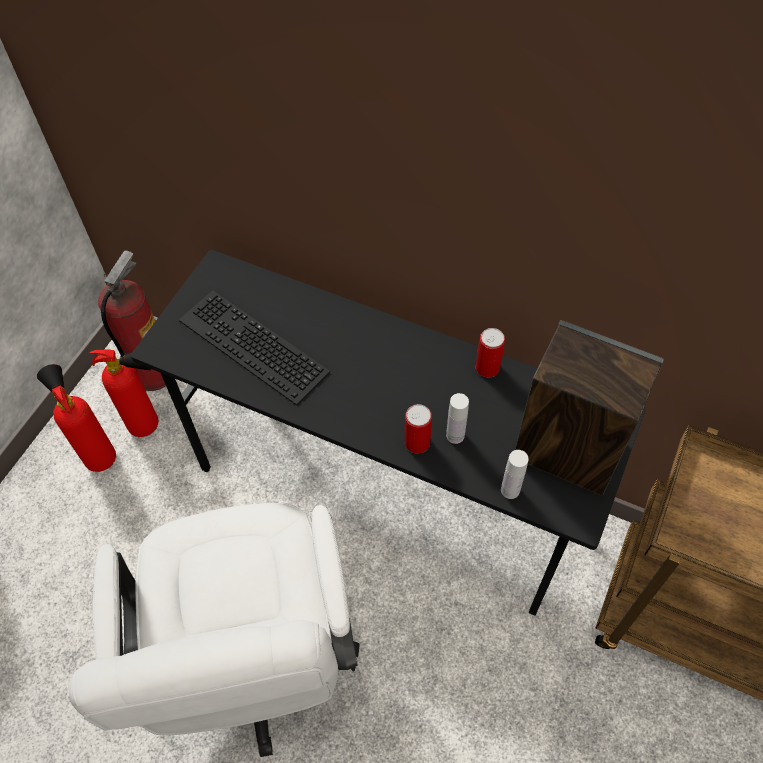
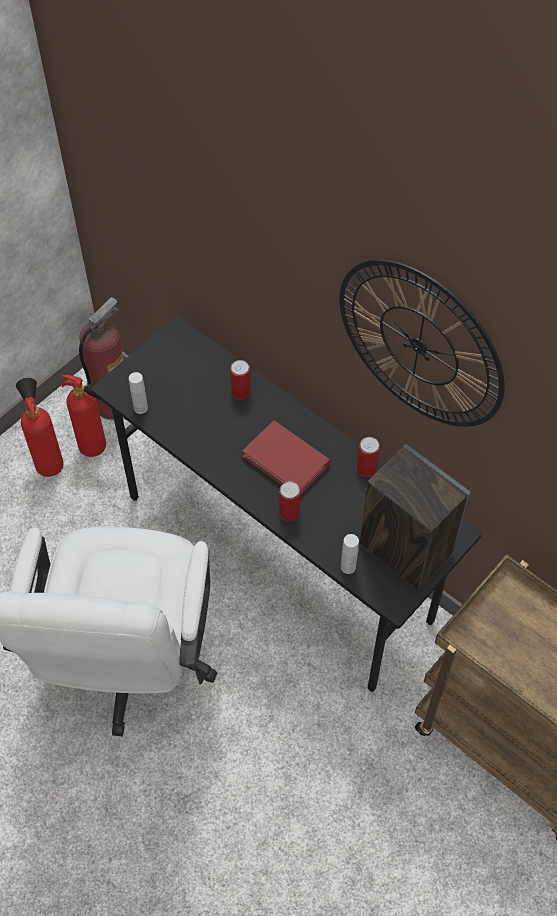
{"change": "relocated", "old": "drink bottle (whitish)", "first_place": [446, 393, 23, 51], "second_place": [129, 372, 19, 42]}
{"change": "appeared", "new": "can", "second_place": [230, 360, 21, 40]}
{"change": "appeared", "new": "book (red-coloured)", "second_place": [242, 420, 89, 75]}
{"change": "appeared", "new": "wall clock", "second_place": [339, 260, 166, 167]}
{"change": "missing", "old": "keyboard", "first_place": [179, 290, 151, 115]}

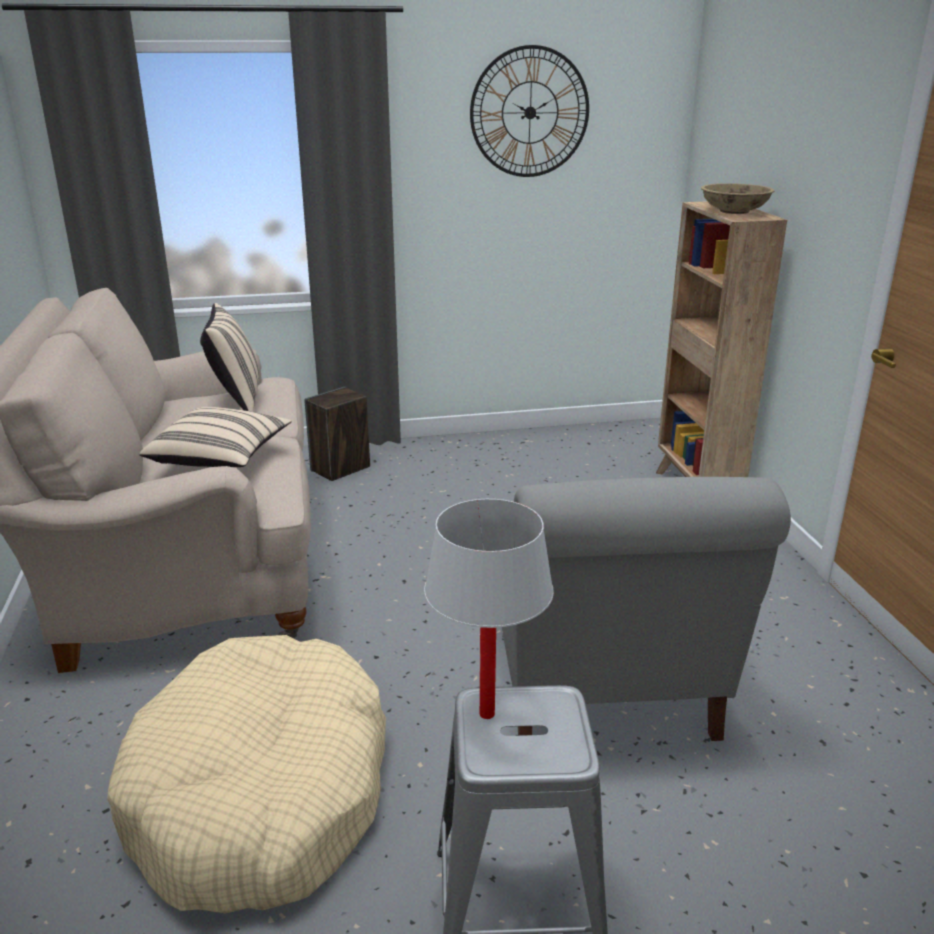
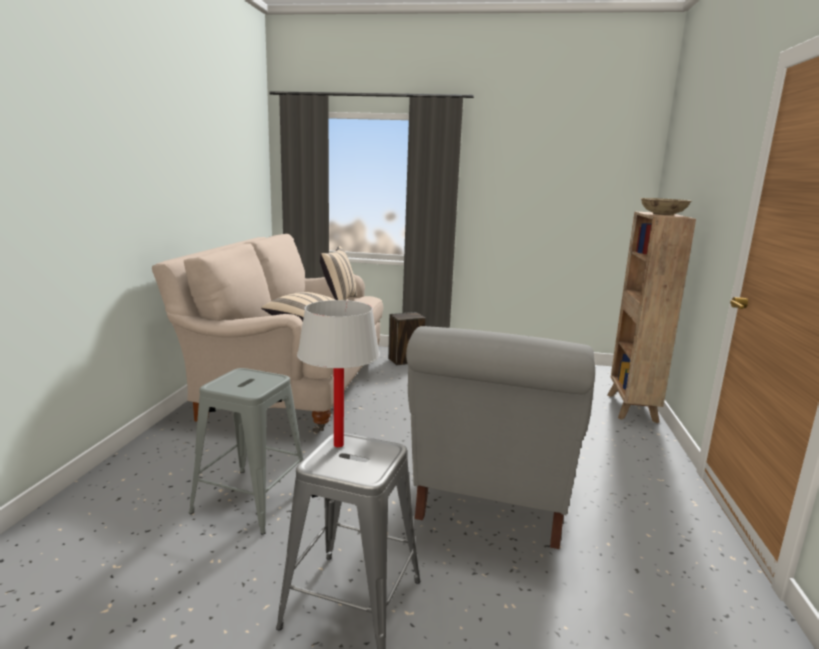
{"change": "exchanged", "old": "dog bed (beige)", "new": "stool (greyish)", "first_place": [107, 635, 279, 279], "second_place": [189, 368, 114, 166]}
{"change": "missing", "old": "wall clock", "first_place": [470, 45, 119, 132]}

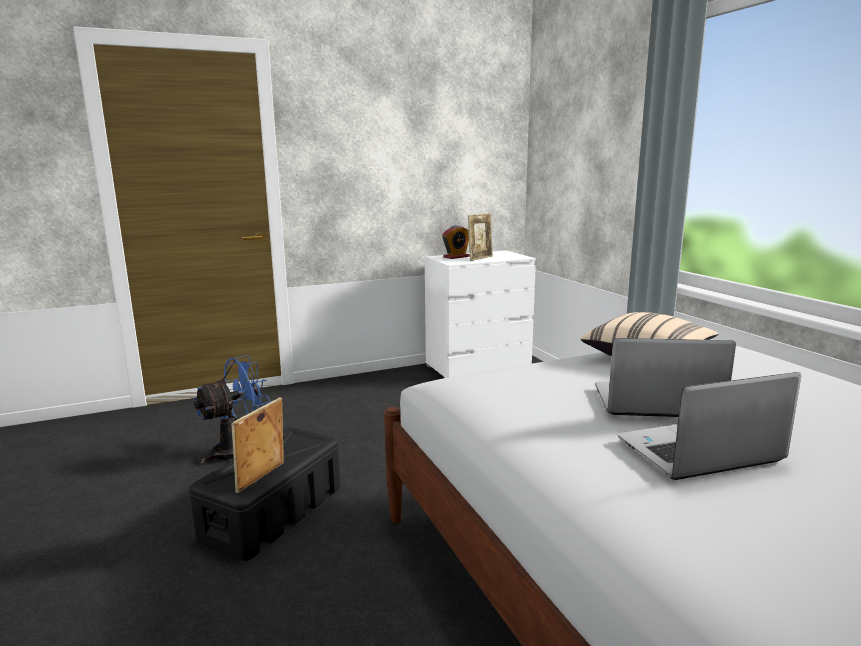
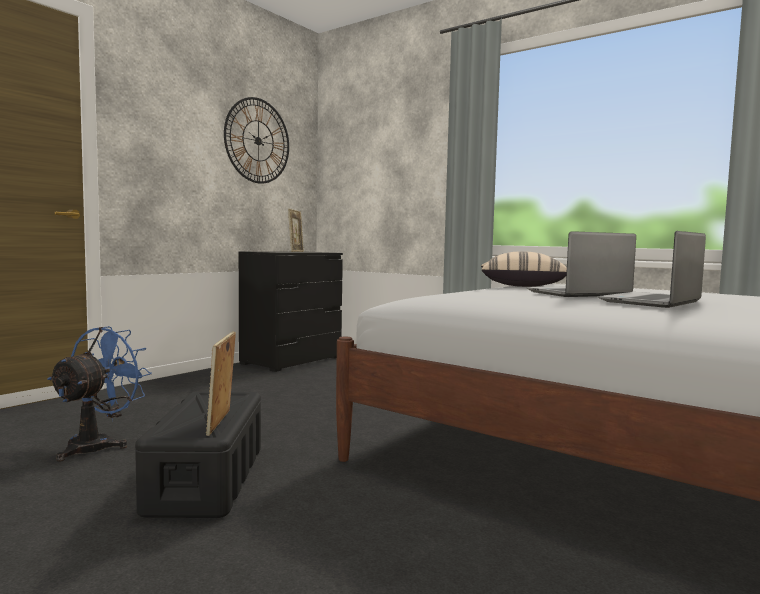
{"change": "appeared", "new": "wall clock", "second_place": [224, 97, 65, 87]}
{"change": "colour", "old": "drawer chest (whitish)", "new": "drawer chest (black)", "first_place": [425, 250, 111, 128], "second_place": [239, 251, 104, 121]}
{"change": "missing", "old": "bedside clock", "first_place": [442, 225, 28, 34]}

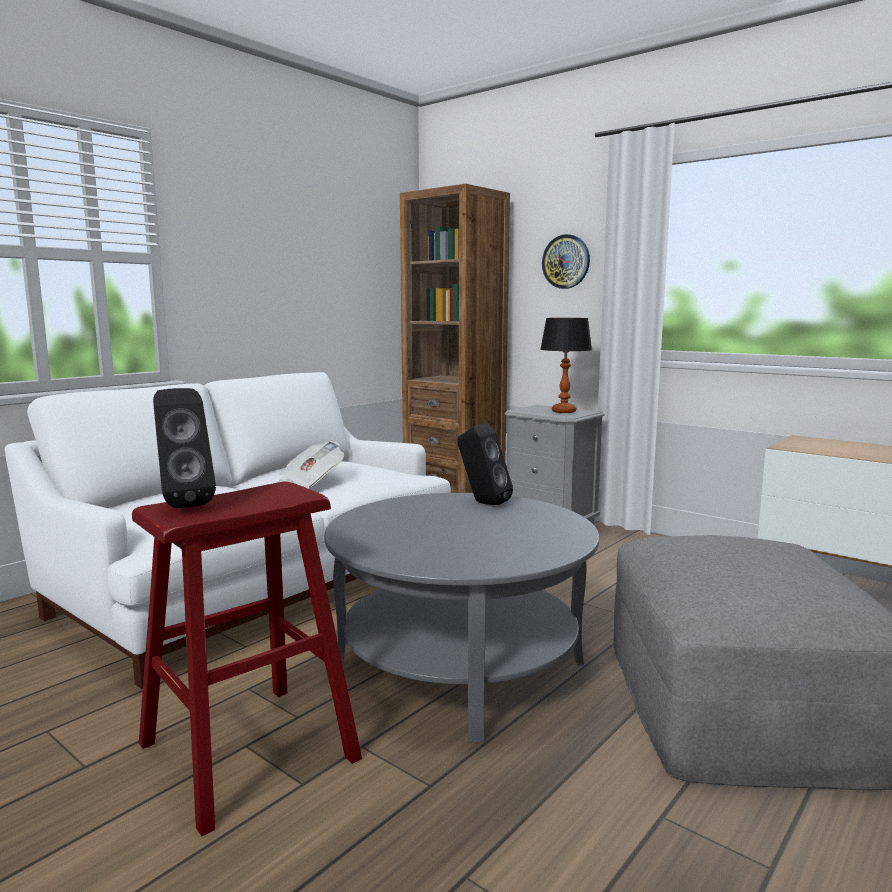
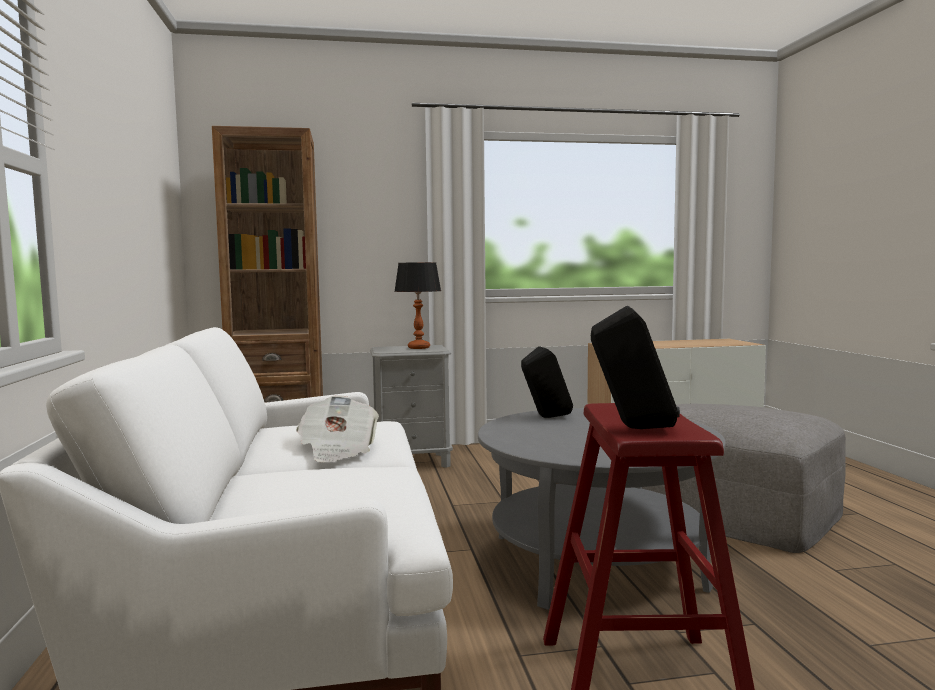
{"change": "missing", "old": "wall clock", "first_place": [542, 234, 48, 55]}

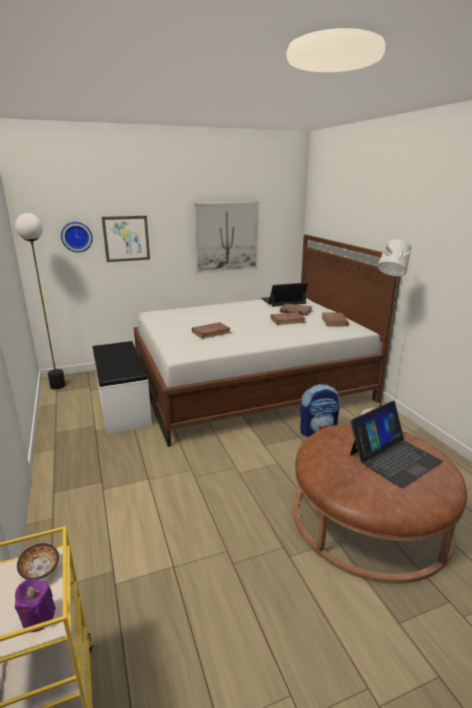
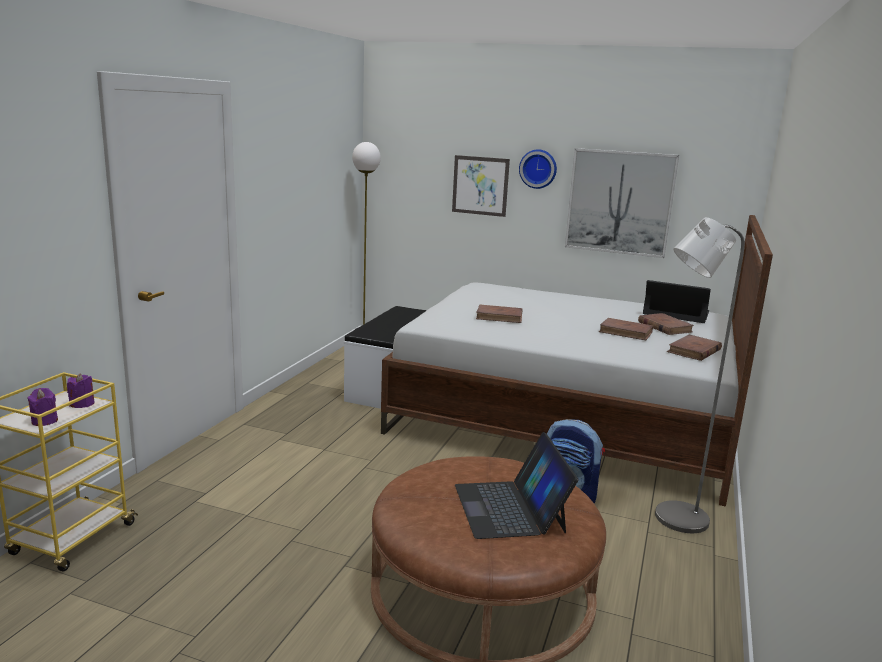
{"change": "exchanged", "old": "bowl", "new": "wax light (purple-coloured)", "first_place": [17, 543, 42, 37], "second_place": [67, 373, 28, 35]}
{"change": "spun", "old": "laptop", "first_place": [350, 401, 93, 87], "second_place": [455, 432, 123, 107], "degrees": 75}
{"change": "relocated", "old": "wall clock", "first_place": [61, 222, 32, 30], "second_place": [519, 149, 38, 40]}

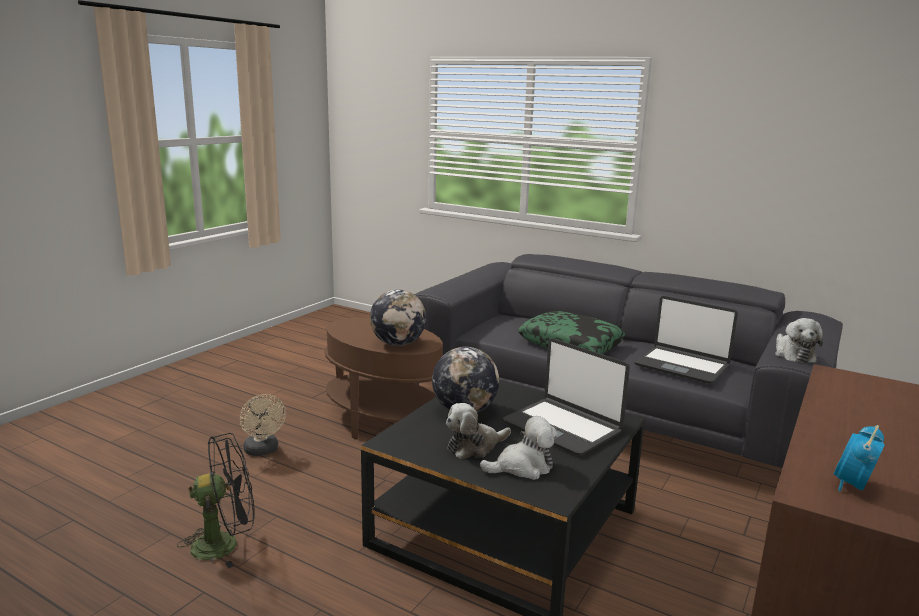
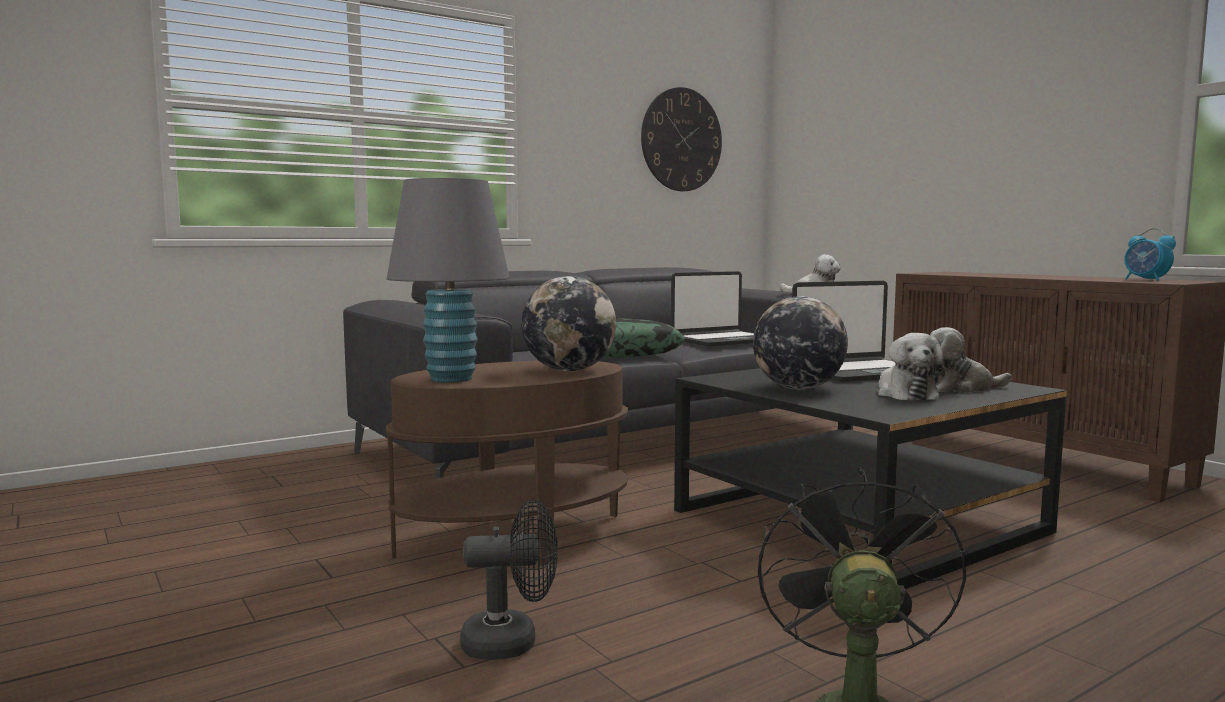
{"change": "appeared", "new": "lamp for a table (greyish)", "second_place": [387, 178, 122, 205]}
{"change": "colour", "old": "electric fan (beige)", "new": "electric fan (black)", "first_place": [240, 394, 46, 62], "second_place": [460, 500, 98, 160]}
{"change": "appeared", "new": "wall clock", "second_place": [641, 87, 81, 104]}
{"change": "spun", "old": "cuddly toy", "first_place": [480, 416, 78, 64], "second_place": [930, 327, 82, 66], "degrees": -105}

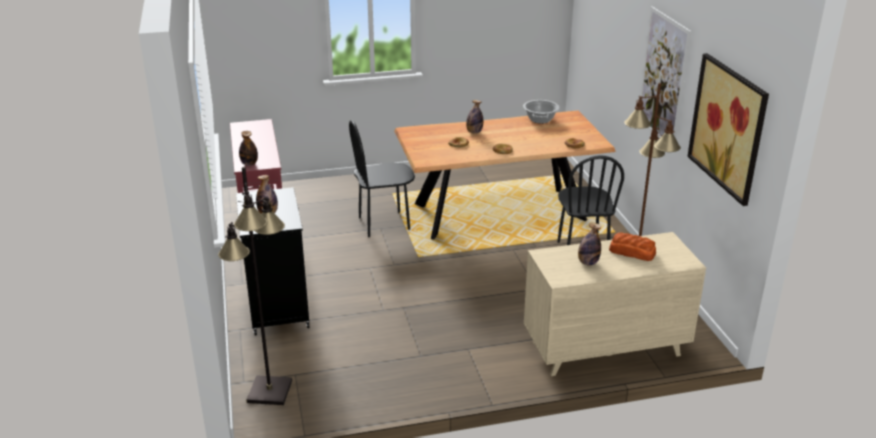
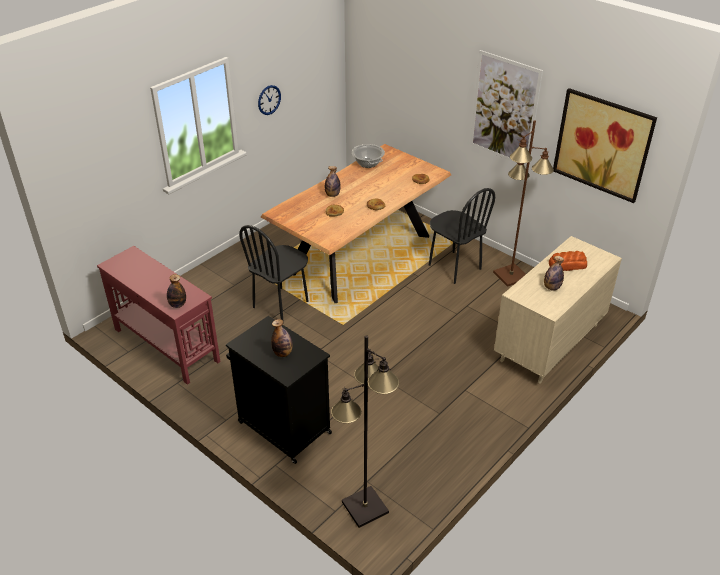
{"change": "appeared", "new": "wall clock", "second_place": [258, 85, 23, 30]}

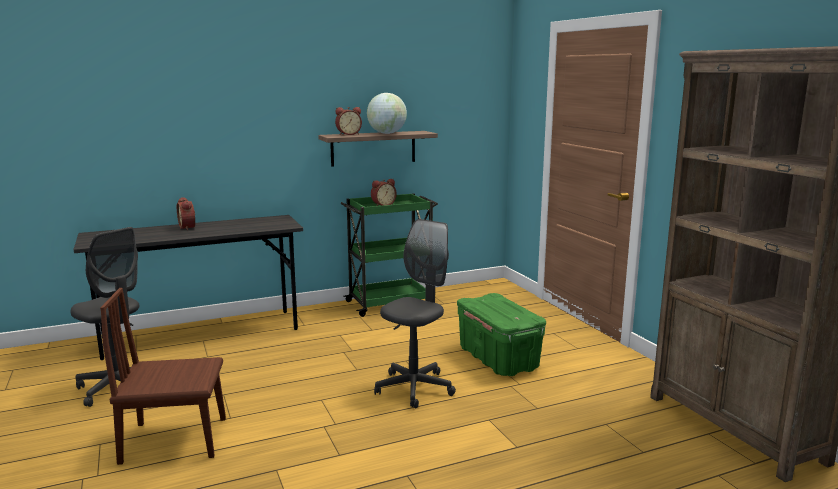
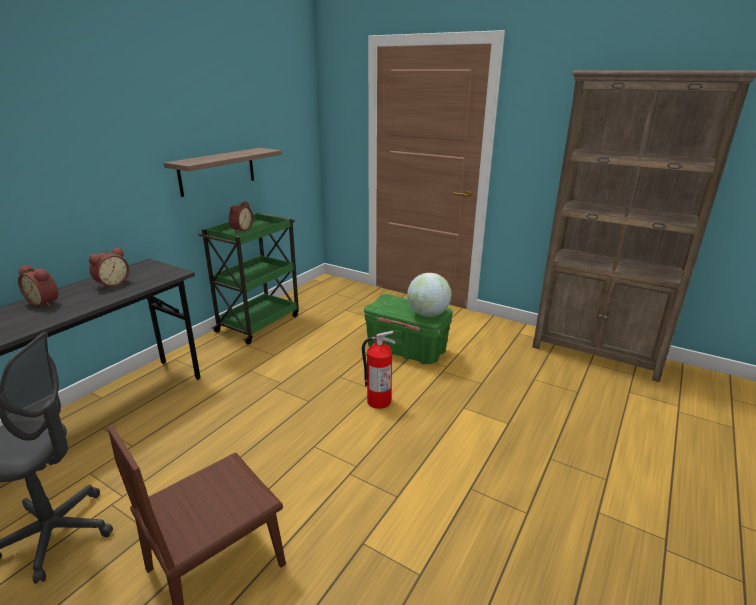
{"change": "relocated", "old": "bedside clock", "first_place": [335, 107, 27, 28], "second_place": [89, 247, 40, 42]}
{"change": "exchanged", "old": "computer chair (greyish)", "new": "fire extinguisher", "first_place": [374, 219, 82, 189], "second_place": [362, 331, 33, 78]}
{"change": "relocated", "old": "world globe", "first_place": [367, 93, 40, 41], "second_place": [407, 273, 45, 44]}

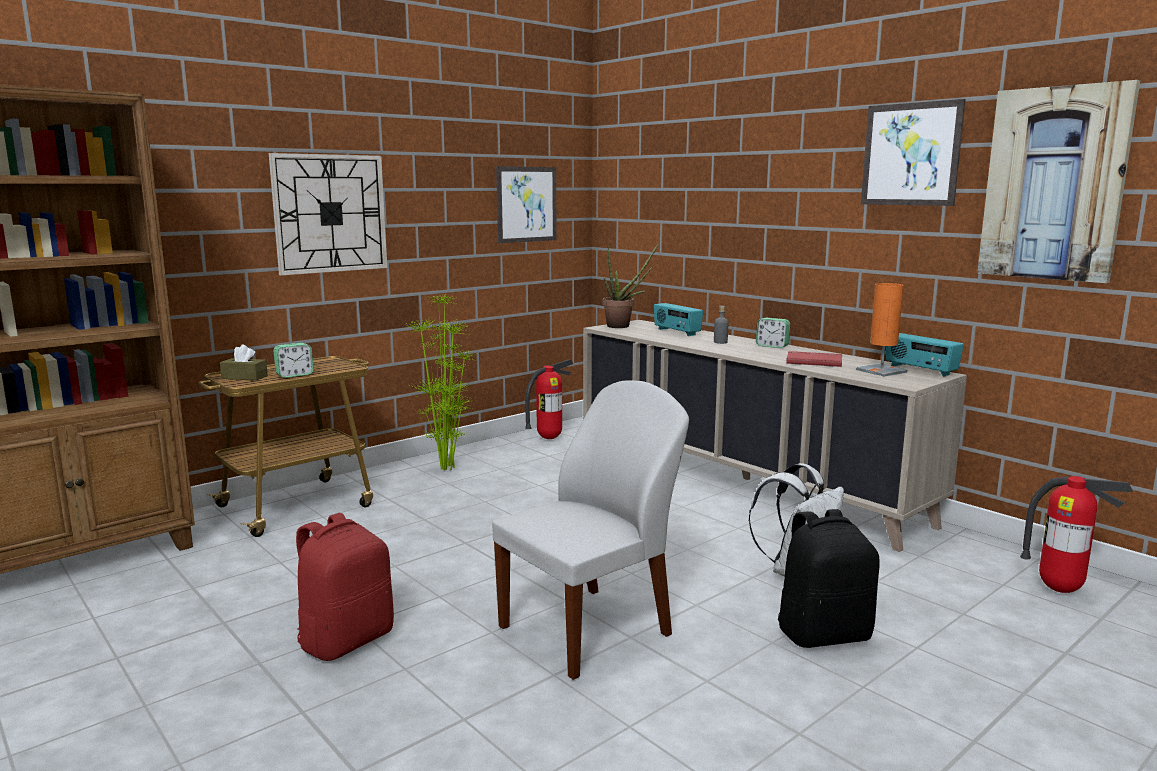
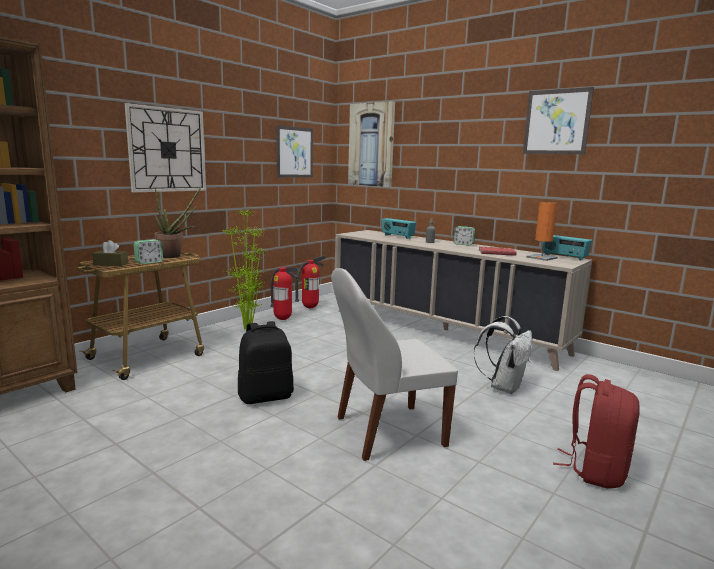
{"change": "relocated", "old": "houseplant", "first_place": [603, 243, 56, 85], "second_place": [154, 186, 48, 72]}
{"change": "relocated", "old": "backpack (black)", "first_place": [778, 509, 102, 139], "second_place": [238, 321, 56, 83]}
{"change": "relocated", "old": "fire extinguisher", "first_place": [1020, 476, 113, 117], "second_place": [270, 267, 29, 53]}
{"change": "spun", "old": "chair (whitish)", "first_place": [492, 380, 197, 300], "second_place": [331, 268, 127, 193], "degrees": -150}
{"change": "relocated", "old": "picture", "first_place": [977, 80, 163, 203], "second_place": [348, 101, 47, 86]}
{"change": "relocated", "old": "backpack (red-coloured)", "first_place": [296, 513, 98, 148], "second_place": [553, 374, 87, 115]}

